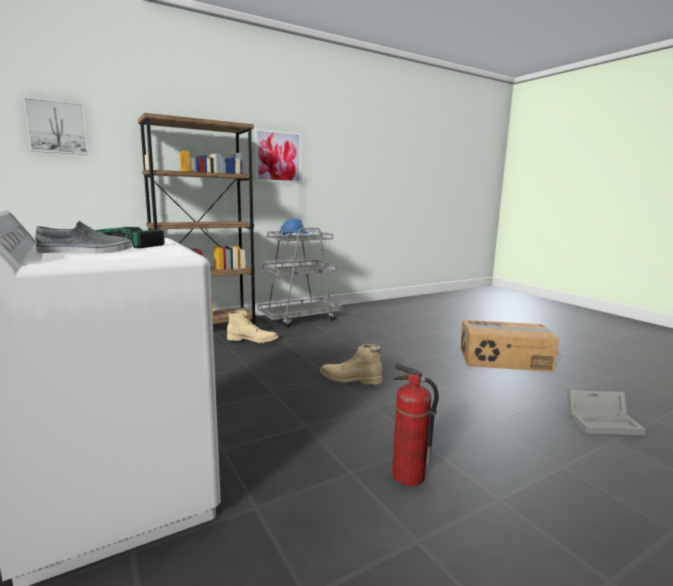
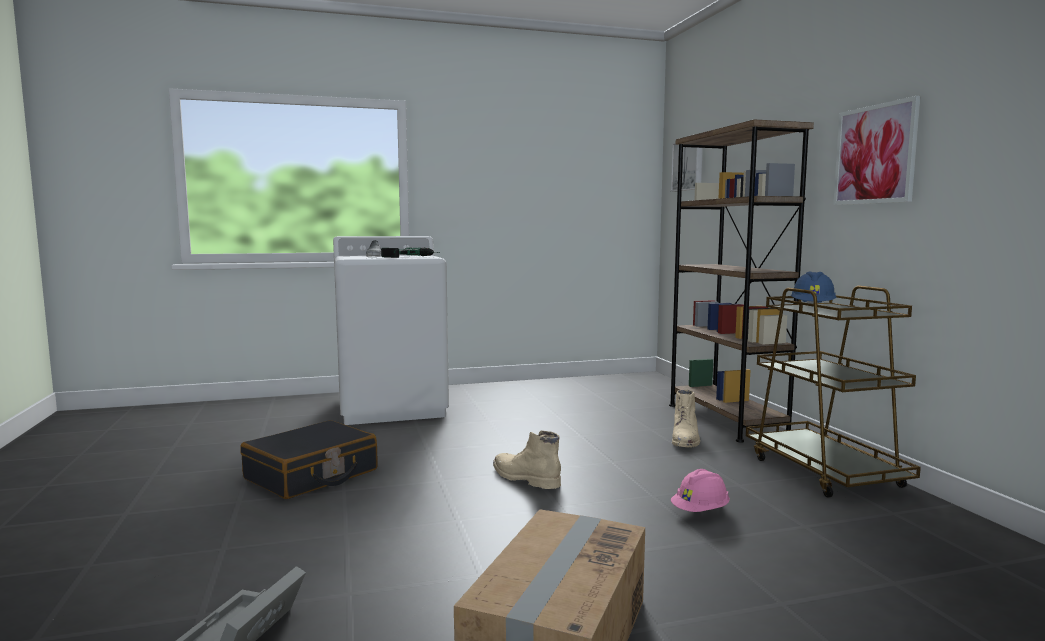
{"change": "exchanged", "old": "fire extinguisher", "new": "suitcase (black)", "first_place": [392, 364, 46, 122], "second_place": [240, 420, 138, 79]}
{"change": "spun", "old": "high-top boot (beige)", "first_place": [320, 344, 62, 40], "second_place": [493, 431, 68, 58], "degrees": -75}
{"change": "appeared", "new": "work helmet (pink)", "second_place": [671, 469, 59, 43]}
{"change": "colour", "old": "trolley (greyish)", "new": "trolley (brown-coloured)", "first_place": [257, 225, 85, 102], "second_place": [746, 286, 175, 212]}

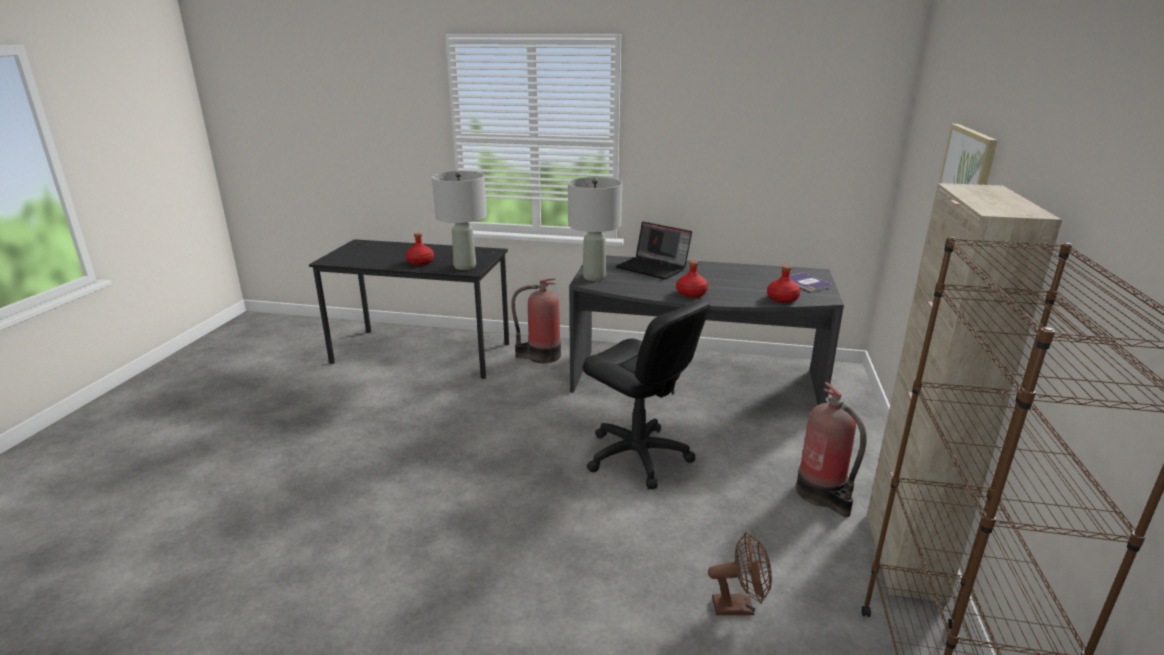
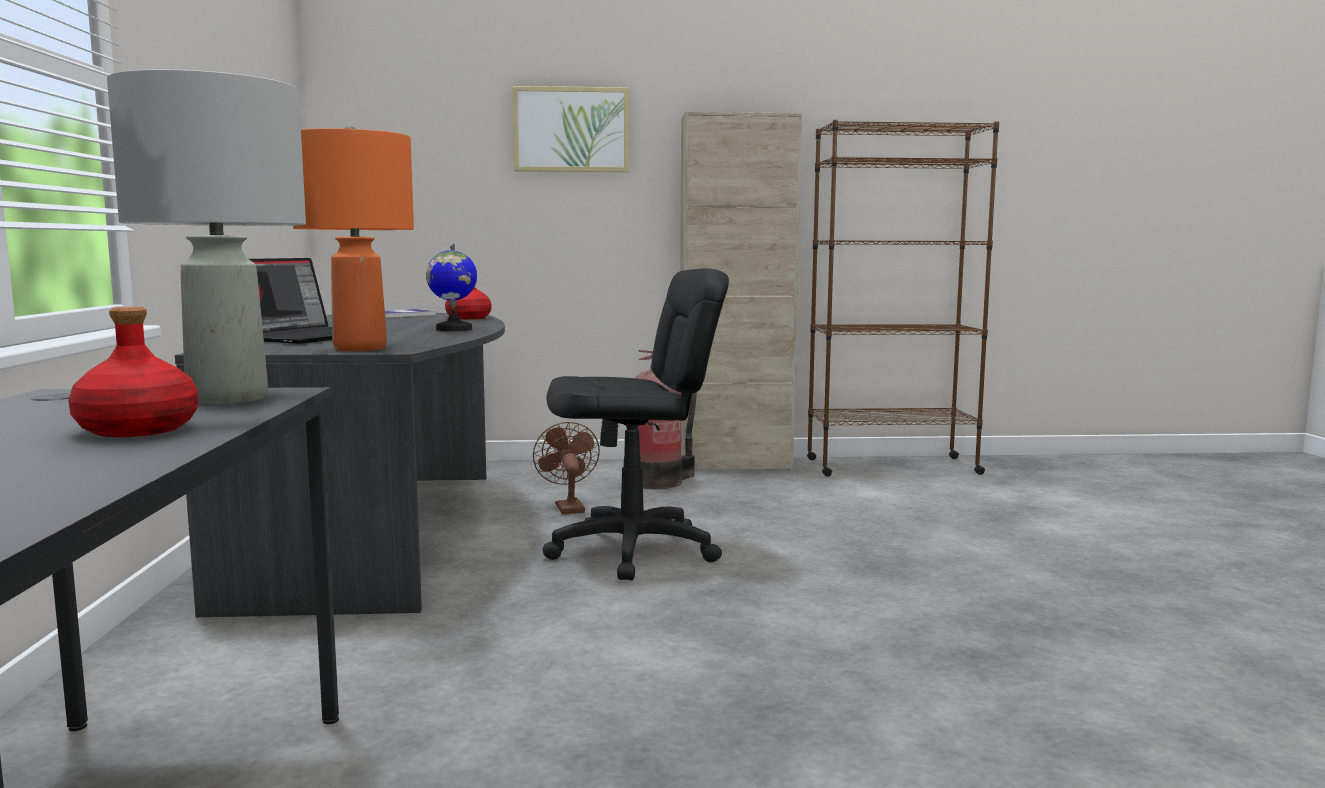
{"change": "colour", "old": "lamp for a table (greyish)", "new": "lamp for a table (orangey)", "first_place": [568, 177, 54, 104], "second_place": [293, 126, 121, 225]}
{"change": "exchanged", "old": "drink bottle (red-coloured)", "new": "world globe", "first_place": [676, 260, 32, 38], "second_place": [426, 243, 51, 88]}
{"change": "relocated", "old": "electric fan (brown-coloured)", "first_place": [708, 532, 64, 83], "second_place": [533, 422, 67, 92]}
{"change": "spun", "old": "computer chair (black)", "first_place": [583, 299, 127, 190], "second_place": [543, 268, 186, 312], "degrees": 45}
{"change": "missing", "old": "fire extinguisher", "first_place": [511, 278, 50, 85]}

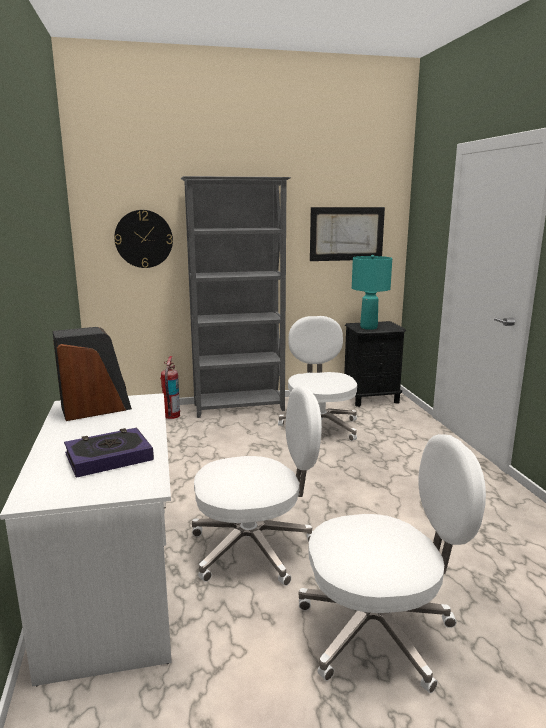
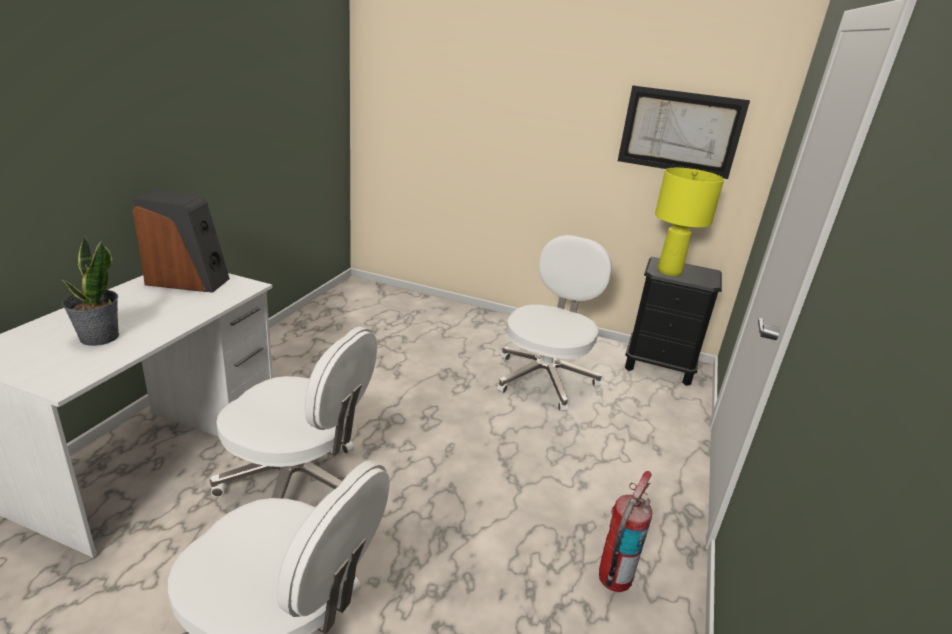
{"change": "exchanged", "old": "book", "new": "houseplant", "first_place": [64, 428, 90, 50], "second_place": [62, 235, 57, 111]}
{"change": "relocated", "old": "fire extinguisher", "first_place": [160, 356, 20, 63], "second_place": [599, 471, 53, 121]}
{"change": "colour", "old": "lamp for a table (blue-green)", "new": "lamp for a table (yellow-coloured)", "first_place": [352, 255, 40, 75], "second_place": [655, 168, 69, 108]}
{"change": "missing", "old": "wall clock", "first_place": [114, 210, 59, 58]}
{"change": "missing", "old": "bookshelf (greyish)", "first_place": [181, 176, 110, 242]}

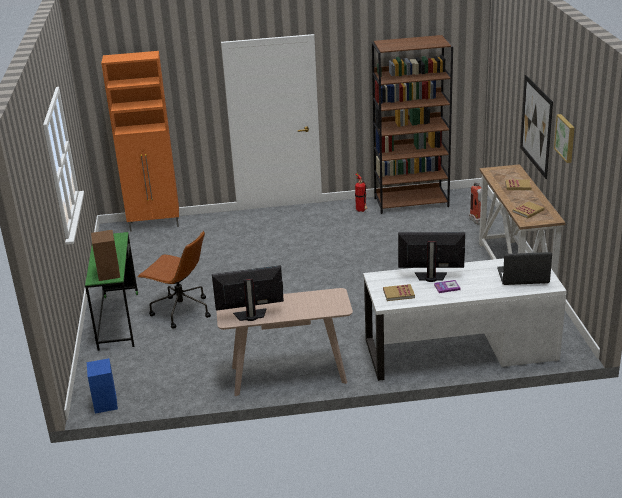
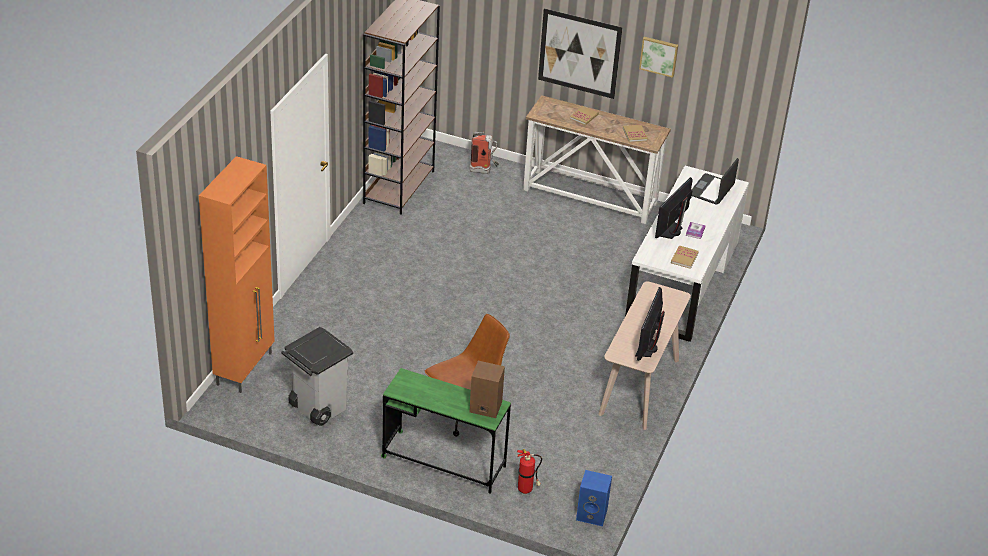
{"change": "appeared", "new": "rubbish bin (greyish)", "second_place": [281, 327, 72, 99]}
{"change": "relocated", "old": "fire extinguisher", "first_place": [355, 173, 13, 39], "second_place": [517, 449, 25, 45]}

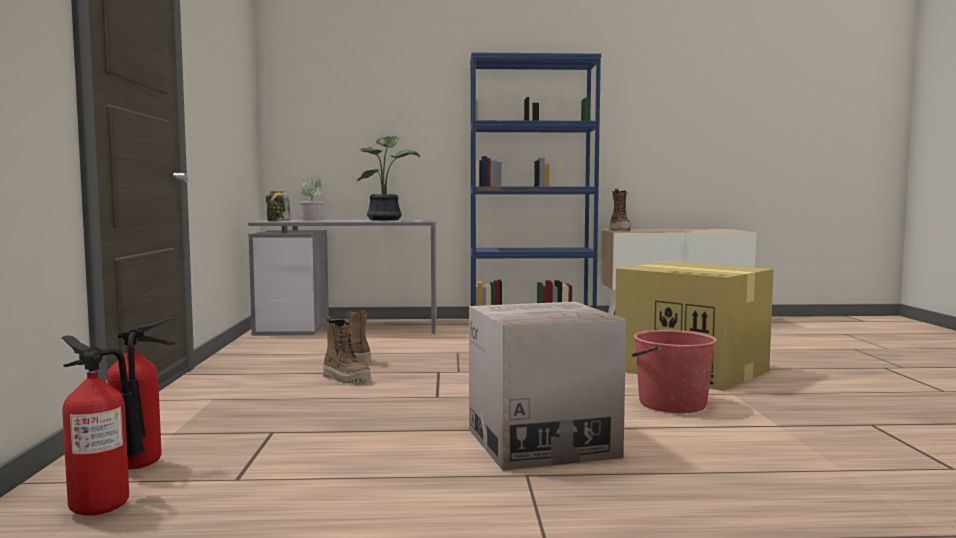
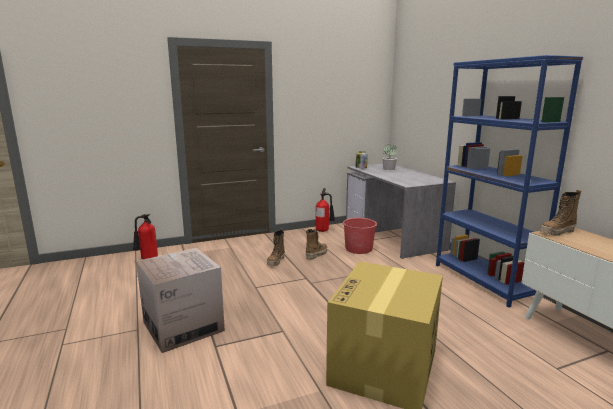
{"change": "relocated", "old": "fire extinguisher", "first_place": [62, 336, 83, 180], "second_place": [316, 188, 19, 44]}
{"change": "relocated", "old": "water bucket (red-coloured)", "first_place": [631, 330, 86, 83], "second_place": [342, 218, 36, 36]}
{"change": "missing", "old": "houseplant", "first_place": [357, 136, 63, 85]}

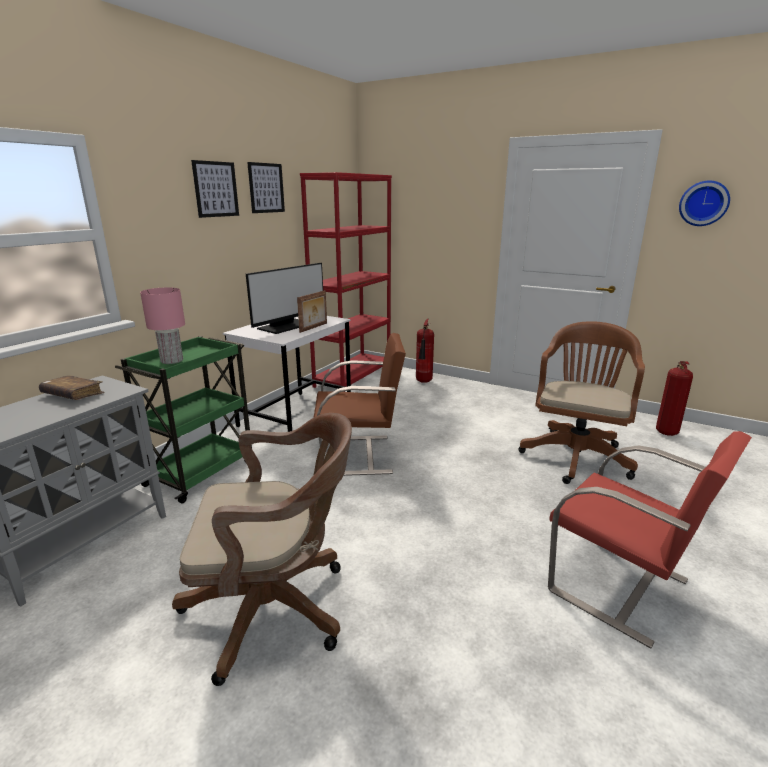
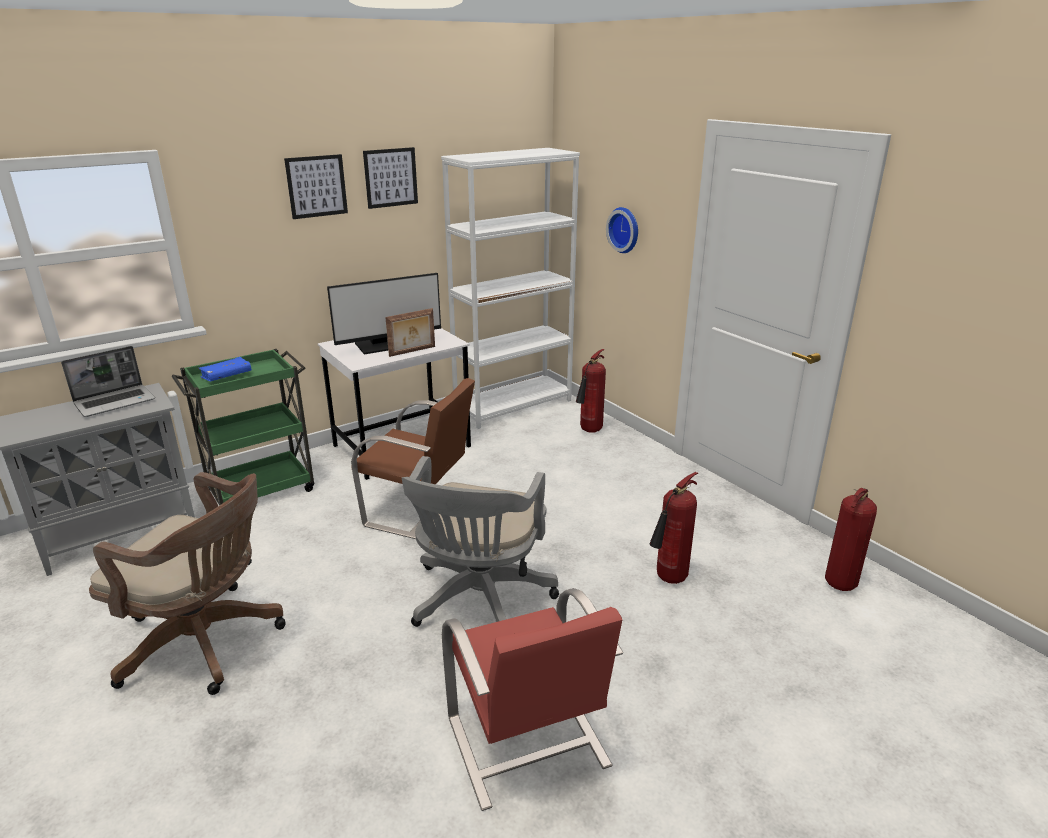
{"change": "exchanged", "old": "book (brown-coloured)", "new": "laptop", "first_place": [39, 375, 66, 25], "second_place": [61, 346, 94, 71]}
{"change": "exchanged", "old": "lamp for a table (pink)", "new": "book (blue)", "first_place": [140, 287, 45, 77], "second_place": [198, 357, 54, 25]}
{"change": "appeared", "new": "computer chair (greyish)", "second_place": [402, 456, 157, 171]}
{"change": "colour", "old": "bookshelf (red-coloured)", "new": "bookshelf (whitish)", "first_place": [300, 172, 92, 220], "second_place": [441, 148, 139, 281]}
{"change": "relocated", "old": "wall clock", "first_place": [679, 181, 51, 45], "second_place": [606, 207, 32, 46]}
{"change": "exchanged", "old": "computer chair (brown-coloured)", "new": "fire extinguisher", "first_place": [518, 321, 127, 163], "second_place": [650, 472, 48, 112]}

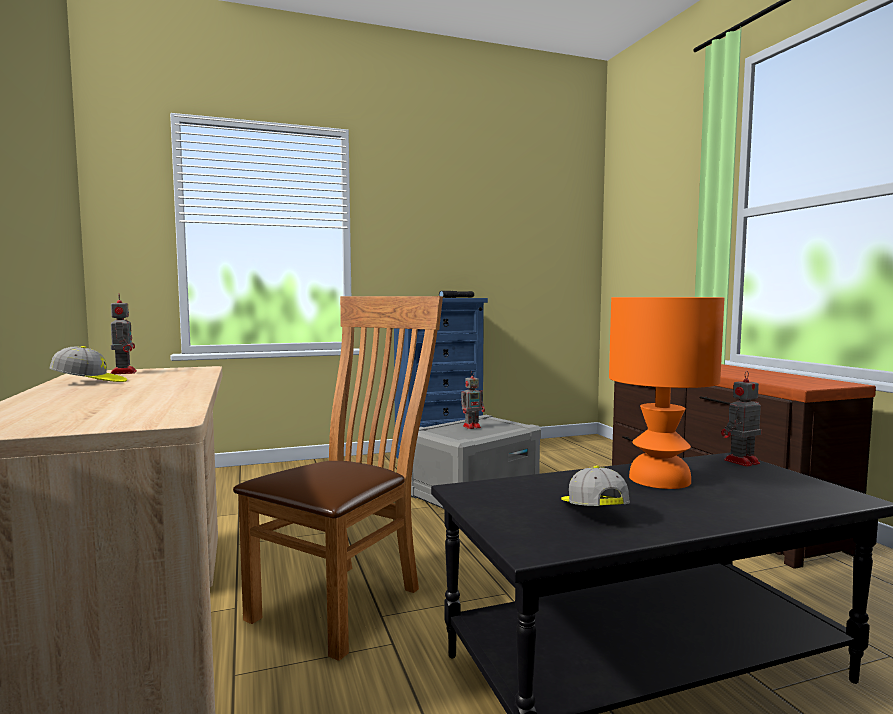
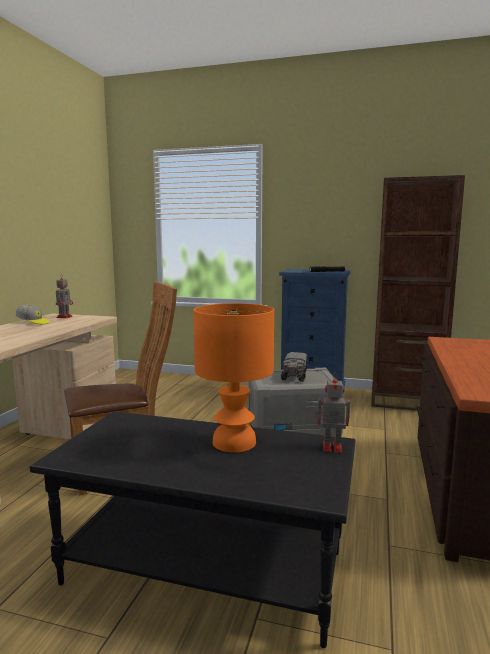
{"change": "exchanged", "old": "robot figure", "new": "toy truck", "first_place": [461, 371, 24, 58], "second_place": [281, 352, 26, 30]}
{"change": "appeared", "new": "bookshelf (brown-coloured)", "second_place": [371, 175, 94, 236]}
{"change": "missing", "old": "cap", "first_place": [561, 466, 69, 40]}

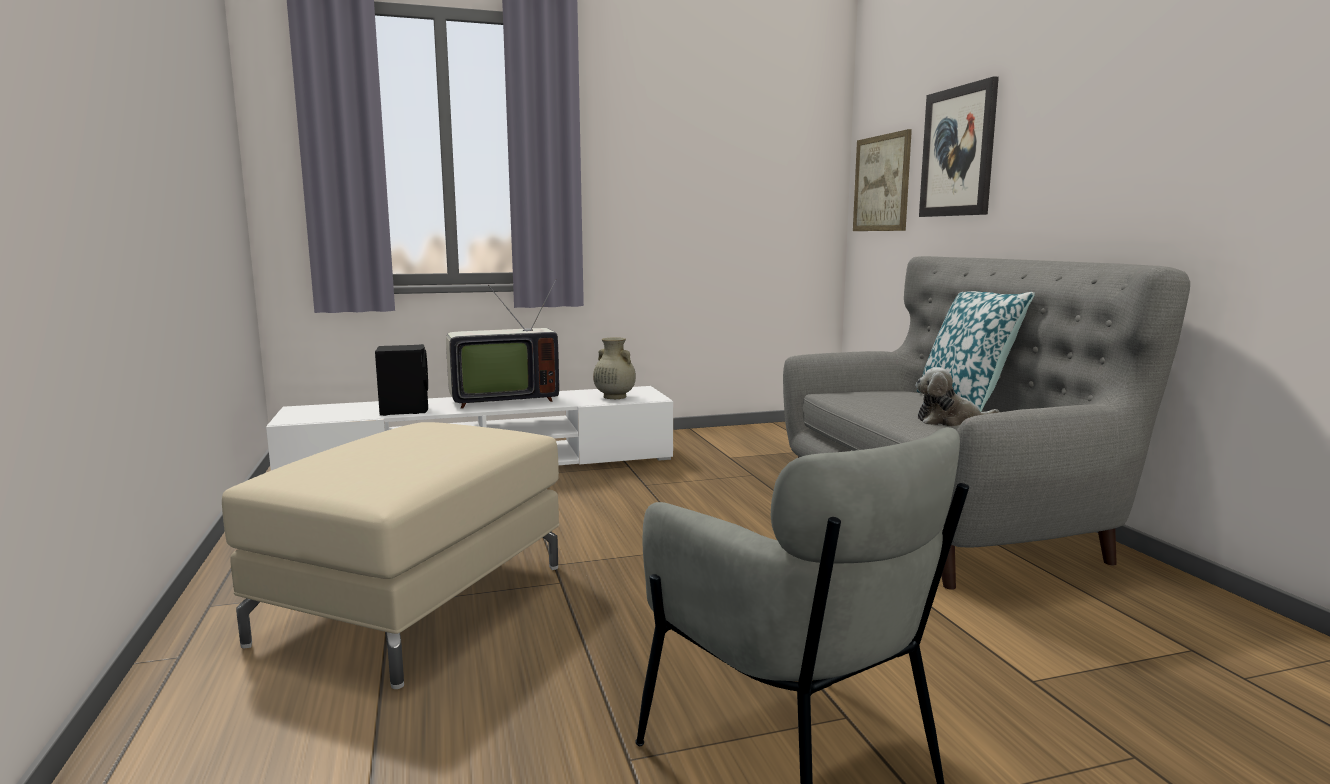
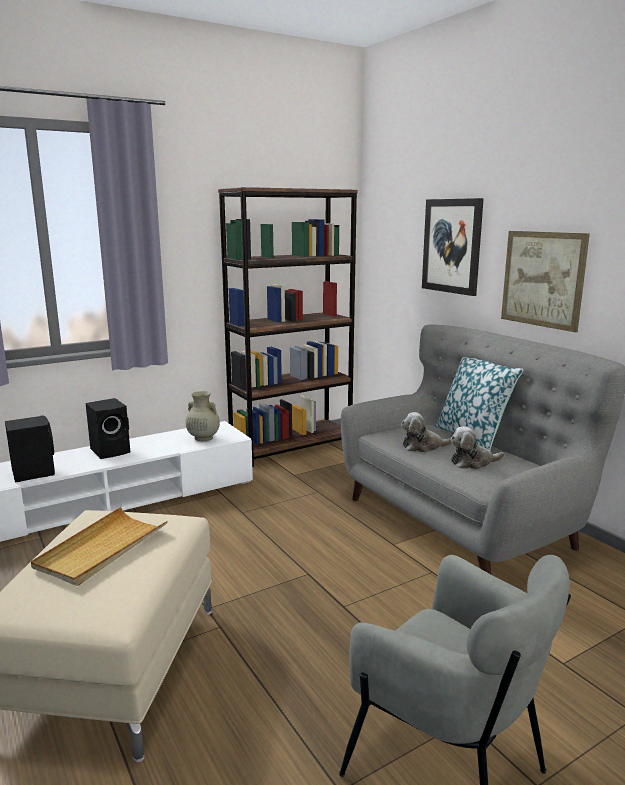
{"change": "appeared", "new": "carrying tray (beige)", "second_place": [31, 507, 137, 79]}
{"change": "exchanged", "old": "television", "new": "loudspeaker (black)", "first_place": [446, 280, 113, 129], "second_place": [85, 398, 45, 61]}
{"change": "appeared", "new": "bookshelf (brown-coloured)", "second_place": [218, 187, 140, 280]}
{"change": "appeared", "new": "cuddly toy", "second_place": [401, 412, 51, 40]}
{"change": "relocated", "old": "picture", "first_place": [853, 129, 59, 102], "second_place": [501, 231, 89, 101]}

